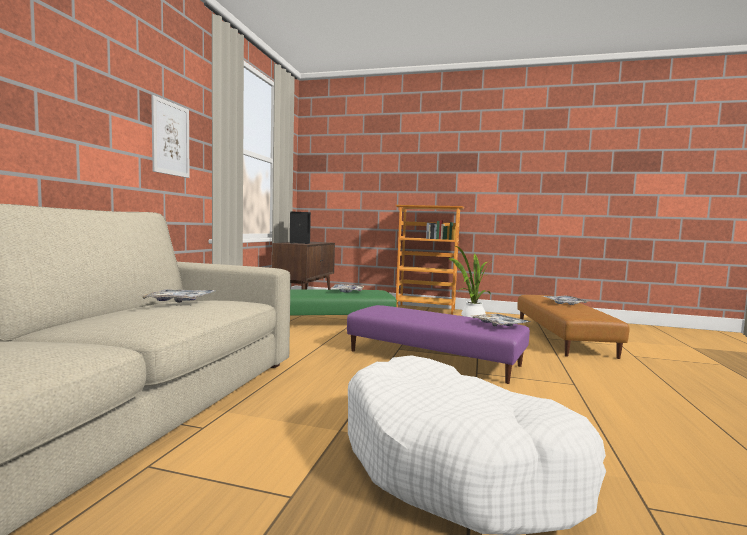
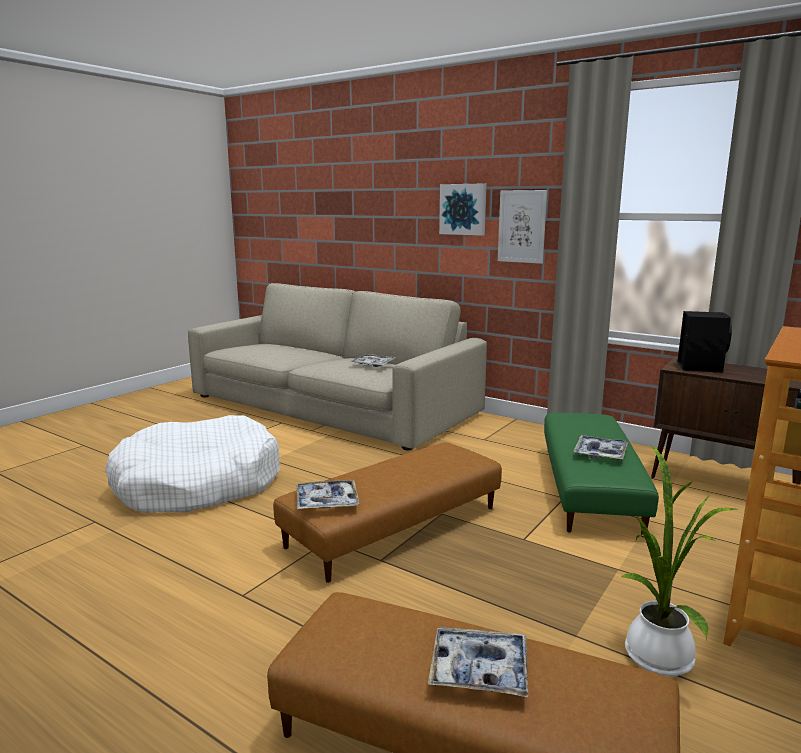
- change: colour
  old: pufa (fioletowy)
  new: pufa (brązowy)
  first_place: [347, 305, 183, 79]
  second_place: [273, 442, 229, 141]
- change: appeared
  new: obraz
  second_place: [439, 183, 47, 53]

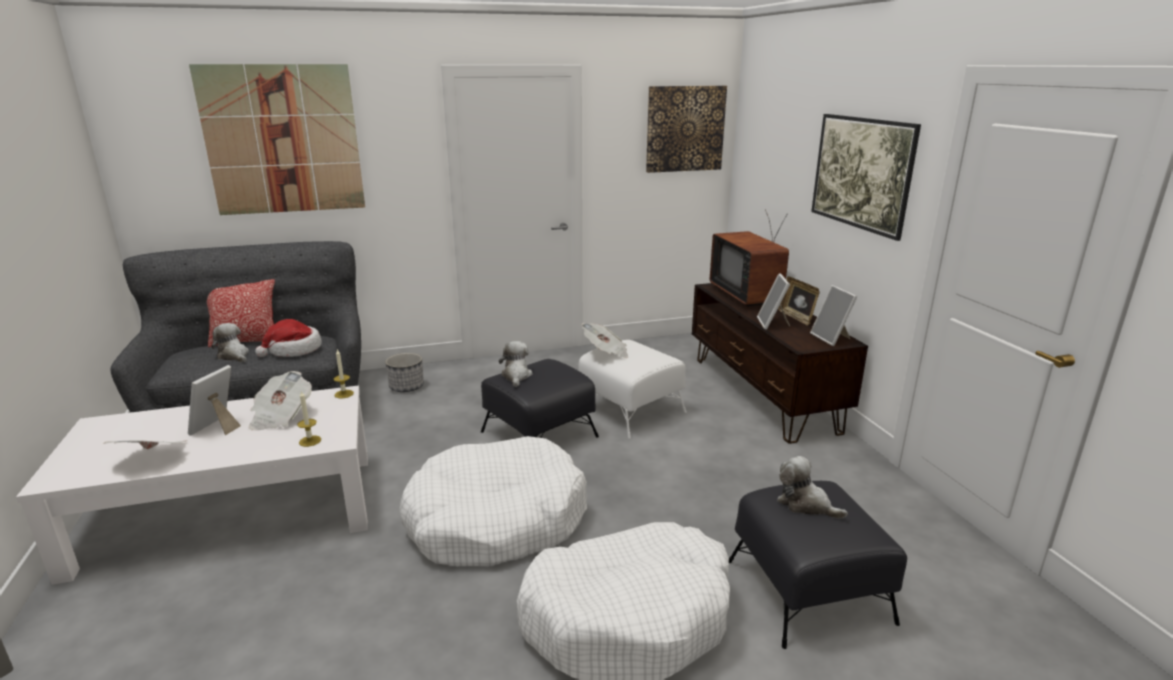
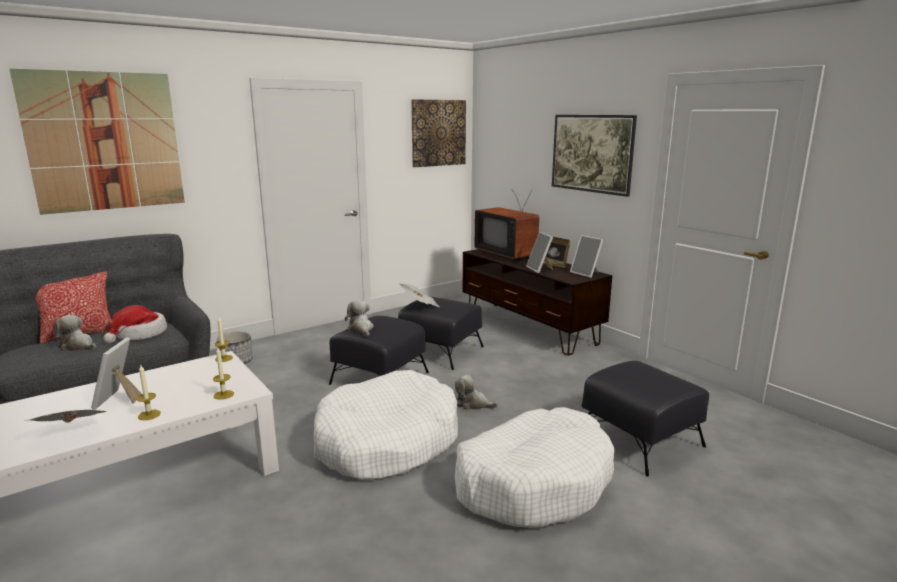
- change: appeared
  new: świeca
  second_place: [136, 365, 25, 55]
- change: colour
  old: pufa (biały)
  new: pufa (czarny)
  first_place: [578, 340, 108, 98]
  second_place: [398, 297, 86, 73]
- change: relocated
  old: pluszak
  first_place: [777, 456, 71, 63]
  second_place: [455, 375, 43, 35]
- change: missing
  old: gazeta
  first_place: [249, 371, 63, 60]

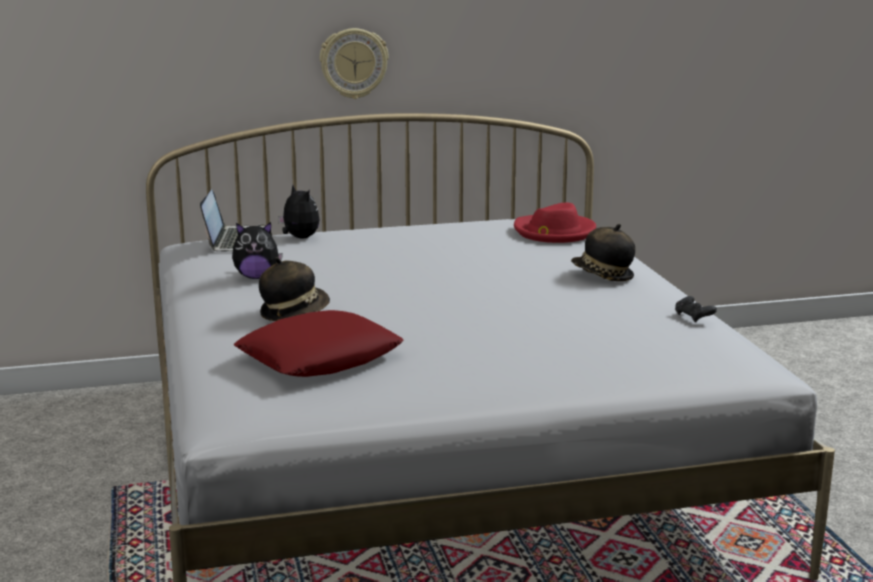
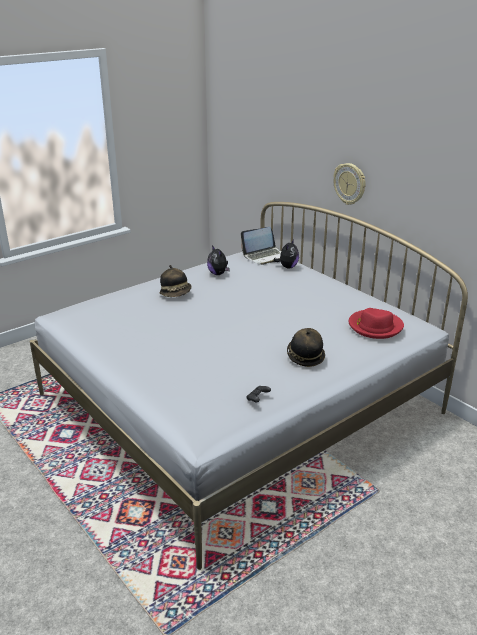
- change: missing
  old: poduszka (czerwony)
  first_place: [234, 310, 170, 67]

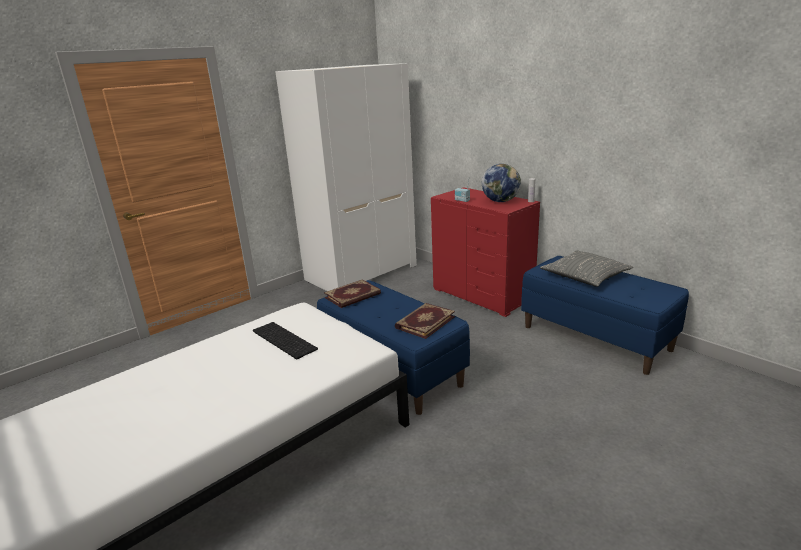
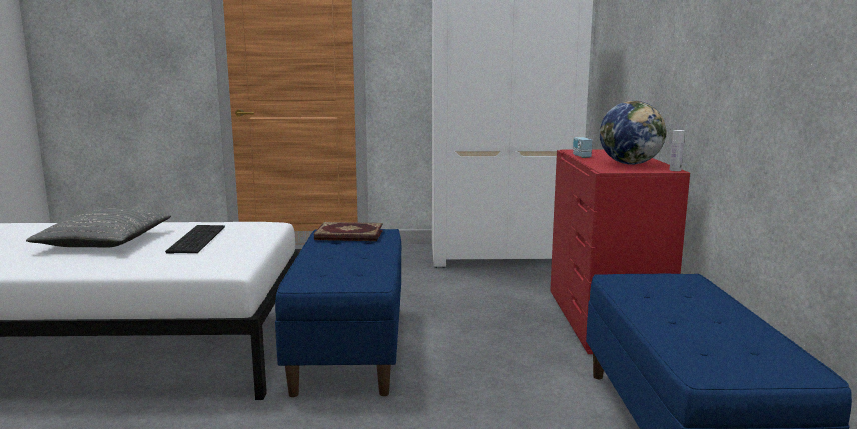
- change: relocated
  old: poduszka (szary)
  first_place: [540, 250, 93, 37]
  second_place: [26, 209, 145, 39]
- change: missing
  old: książka
  first_place: [395, 303, 60, 36]

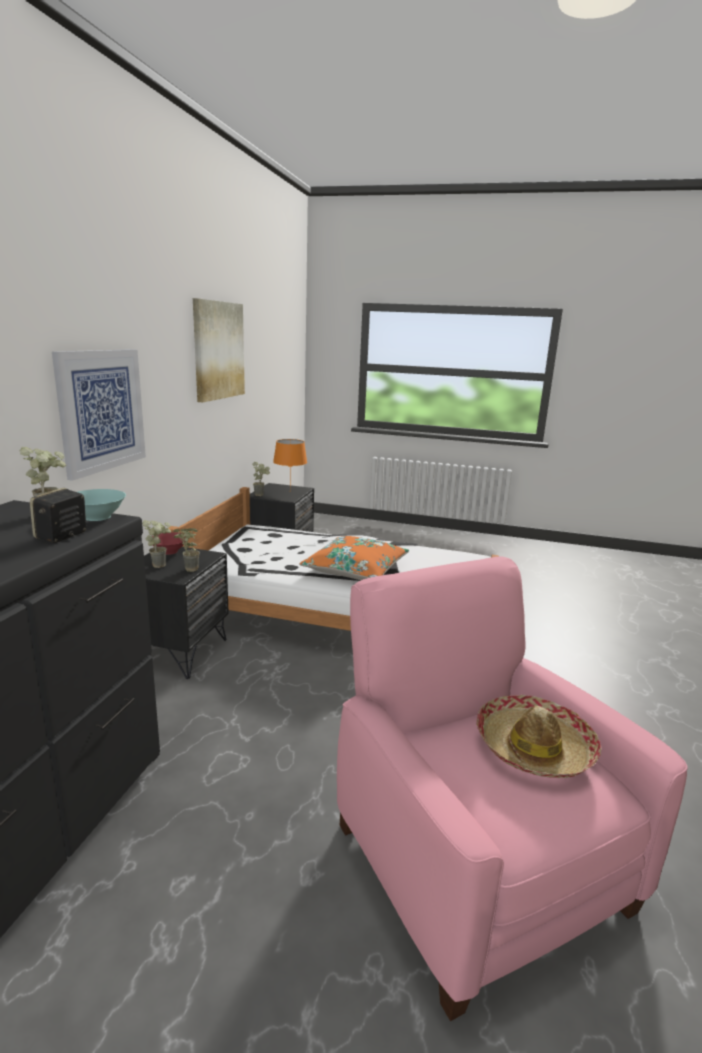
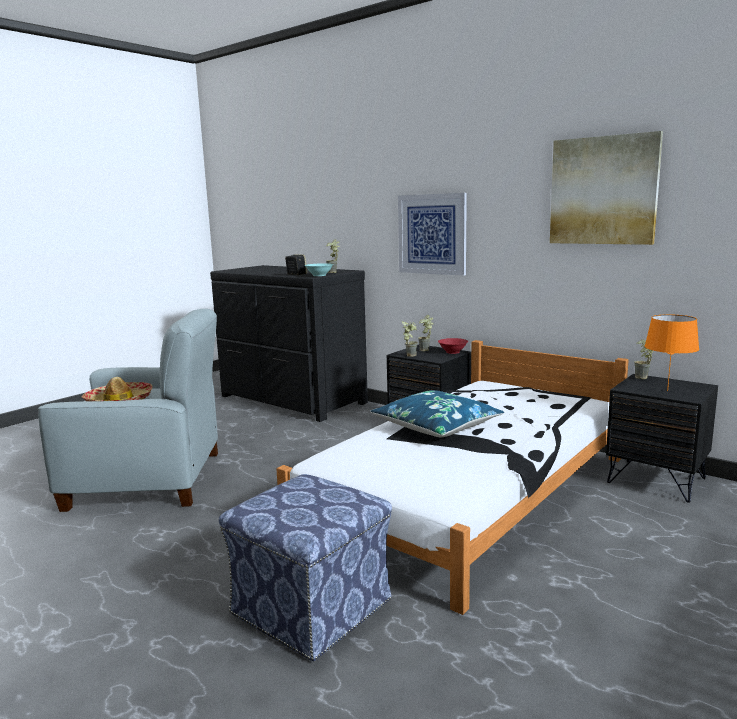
- change: colour
  old: fotel (różowy)
  new: fotel (szary)
  first_place: [337, 557, 351, 464]
  second_place: [38, 309, 180, 203]
- change: appeared
  new: pufa
  second_place: [219, 474, 173, 187]
- change: colour
  old: poduszka (pomarańczowy)
  new: poduszka (niebieski)
  first_place: [299, 536, 110, 44]
  second_place: [370, 390, 134, 47]

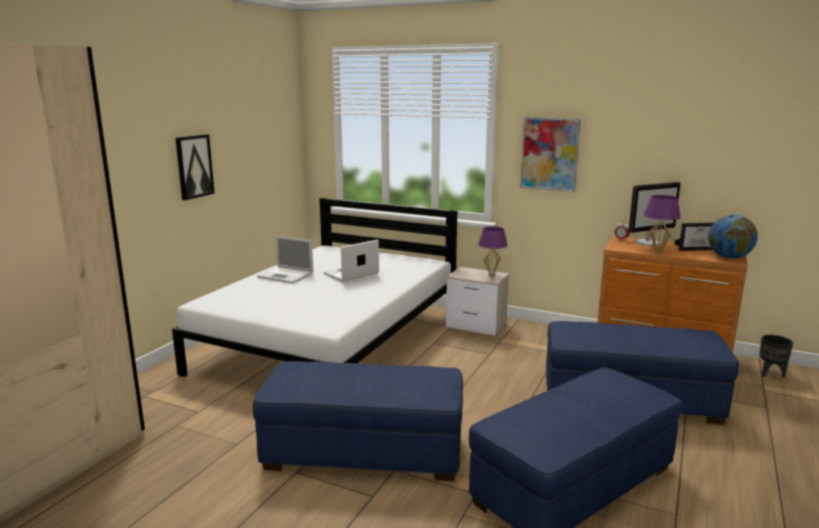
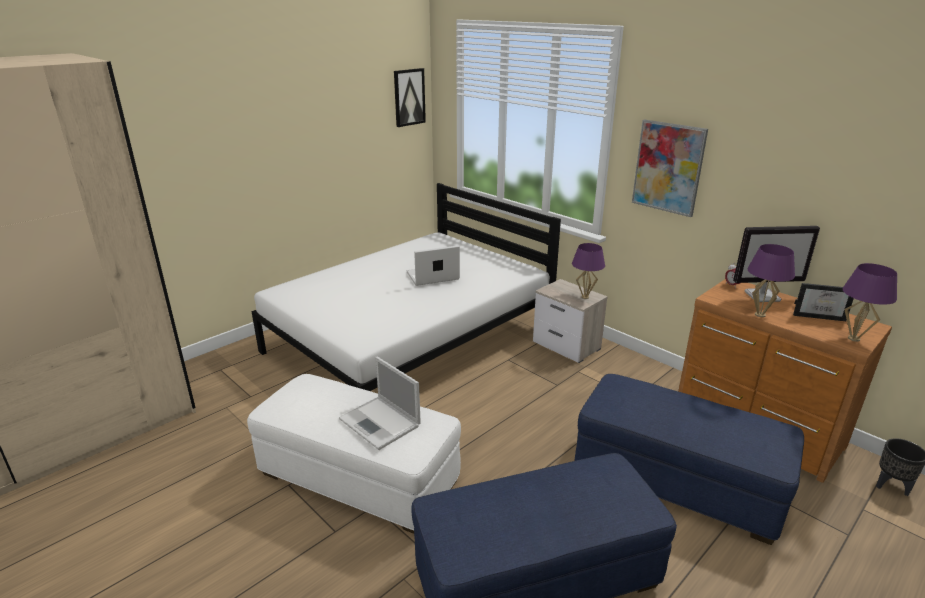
- change: colour
  old: pufa (niebieski)
  new: pufa (biały)
  first_place: [253, 361, 210, 120]
  second_place: [247, 374, 214, 160]
- change: relocated
  old: laptop
  first_place: [257, 236, 56, 47]
  second_place: [339, 357, 82, 93]
- change: relocated
  old: obraz
  first_place: [175, 134, 40, 66]
  second_place: [394, 68, 32, 59]
- change: exchanged
  old: globus
  new: lampa stołowa (fioletowy)
  first_place: [708, 215, 50, 44]
  second_place: [843, 263, 54, 79]

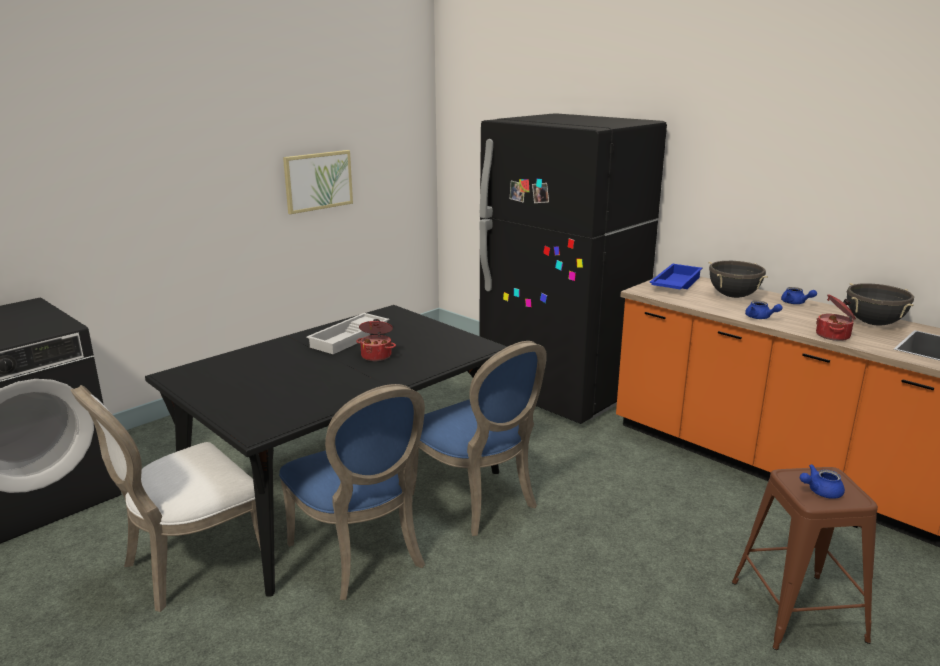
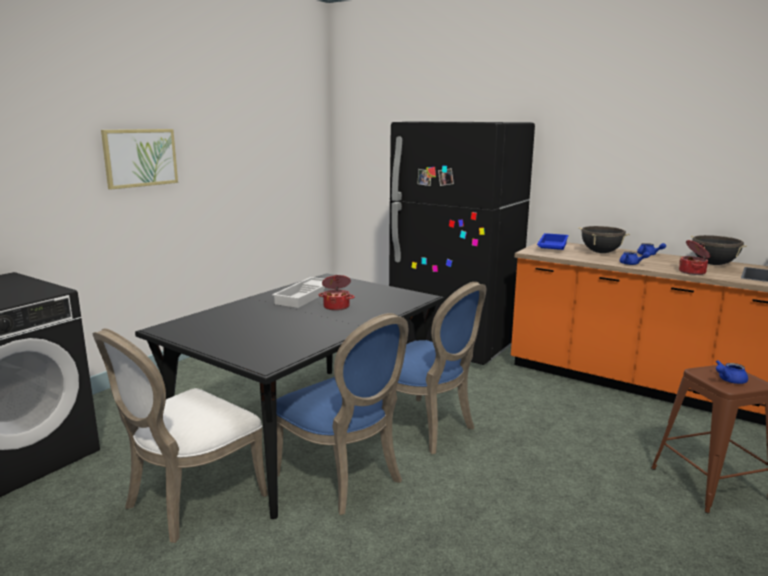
- change: relocated
  old: obraz
  first_place: [283, 150, 70, 64]
  second_place: [101, 129, 77, 61]

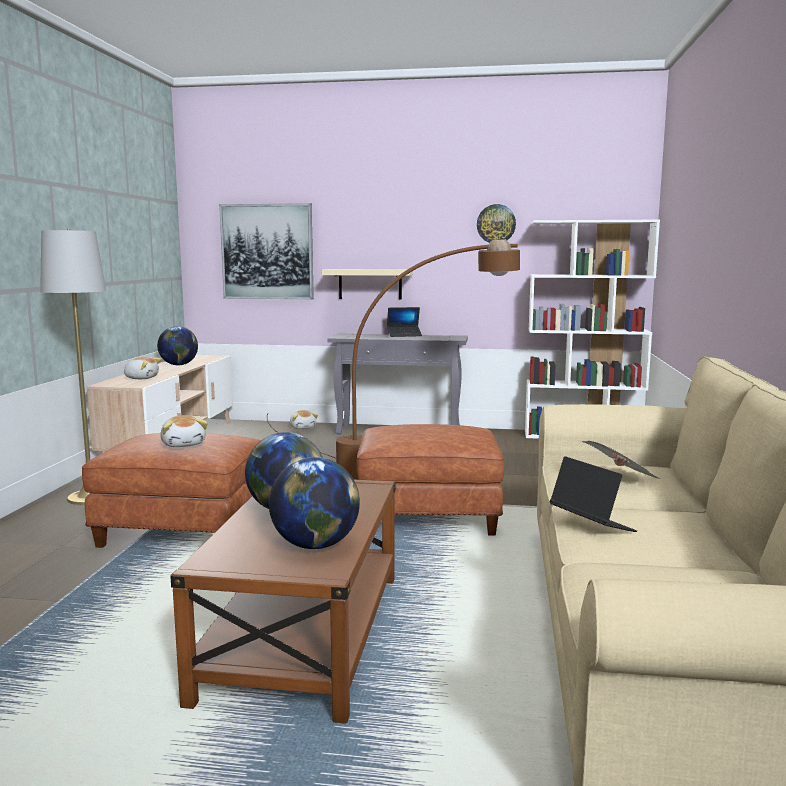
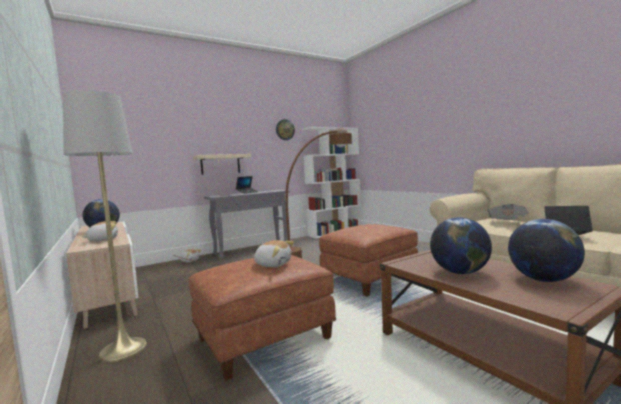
- change: missing
  old: obraz
  first_place: [219, 203, 95, 96]

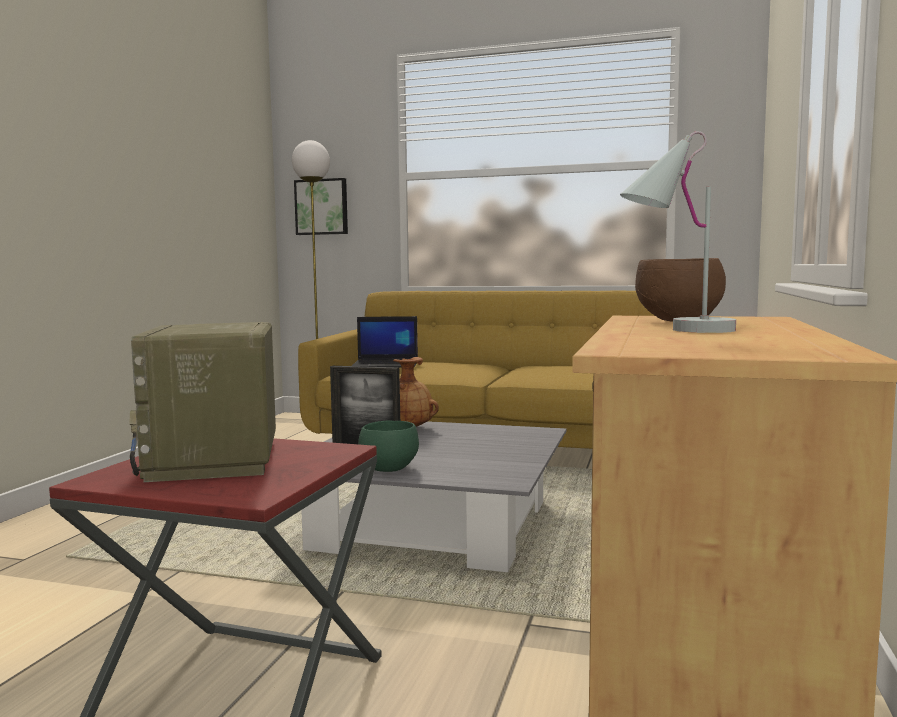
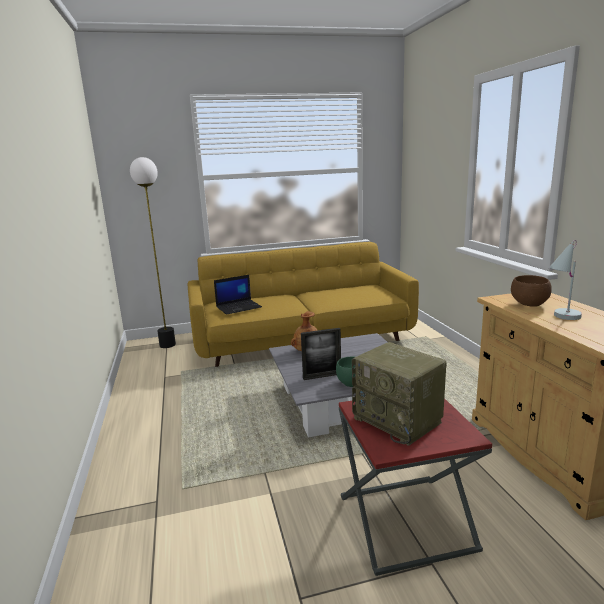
- change: missing
  old: obraz
  first_place: [294, 178, 54, 57]

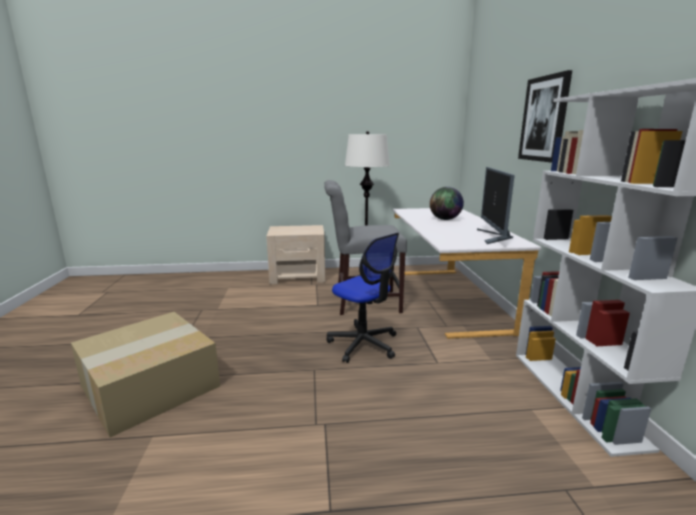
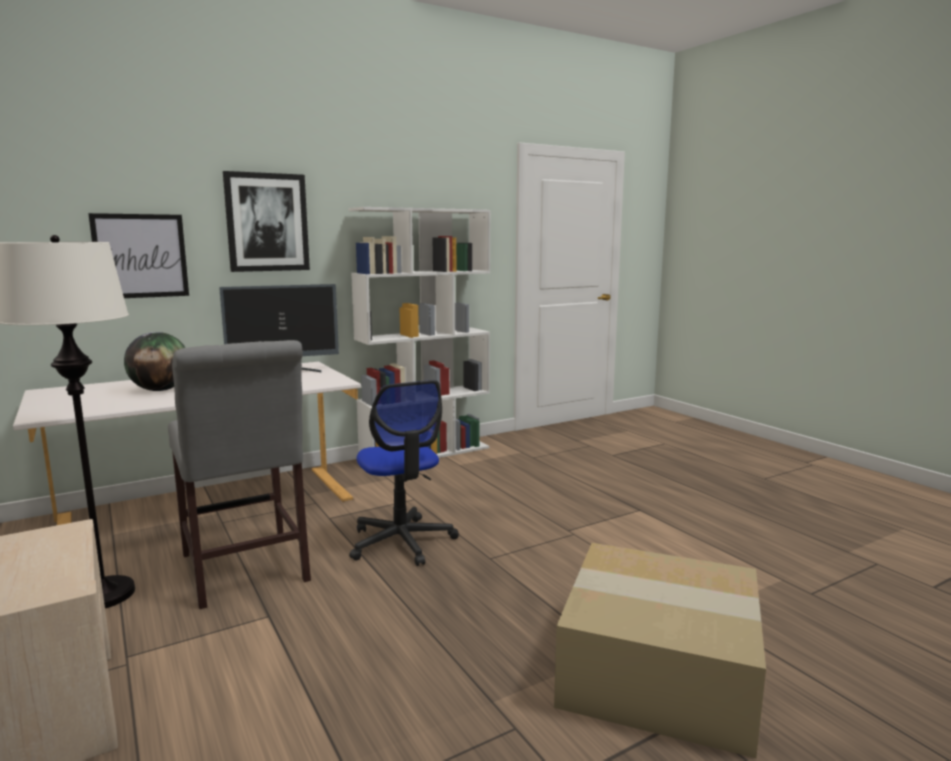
- change: appeared
  new: obraz
  second_place: [88, 213, 101, 85]
- change: spun
  old: krzesło biurowe
  first_place: [326, 233, 73, 130]
  second_place: [349, 380, 110, 186]
  degrees: 135

